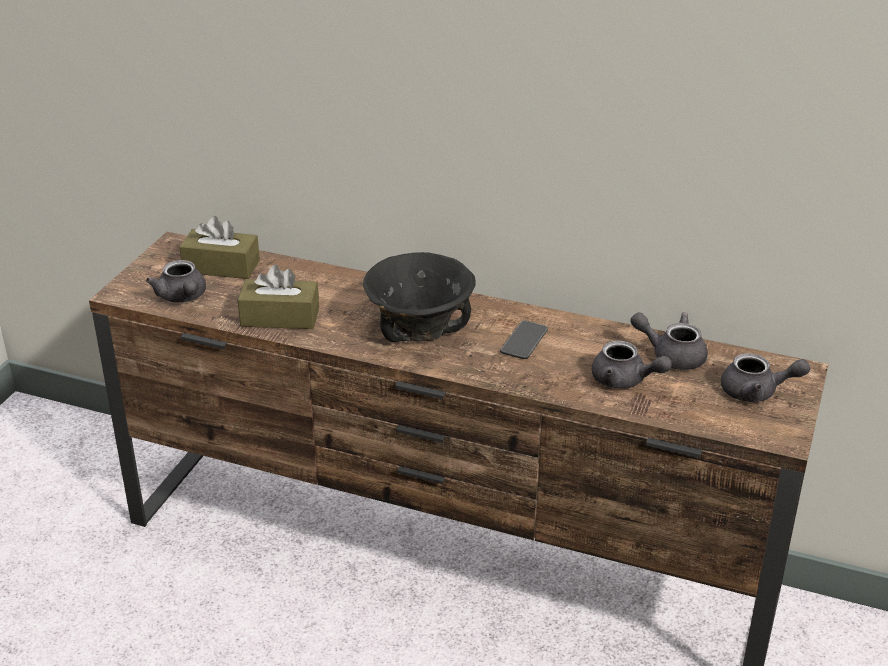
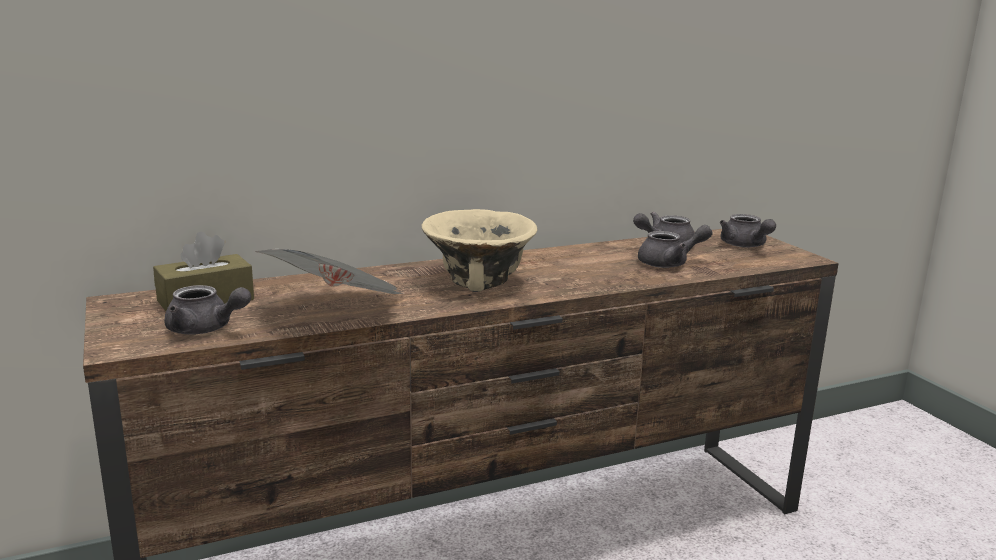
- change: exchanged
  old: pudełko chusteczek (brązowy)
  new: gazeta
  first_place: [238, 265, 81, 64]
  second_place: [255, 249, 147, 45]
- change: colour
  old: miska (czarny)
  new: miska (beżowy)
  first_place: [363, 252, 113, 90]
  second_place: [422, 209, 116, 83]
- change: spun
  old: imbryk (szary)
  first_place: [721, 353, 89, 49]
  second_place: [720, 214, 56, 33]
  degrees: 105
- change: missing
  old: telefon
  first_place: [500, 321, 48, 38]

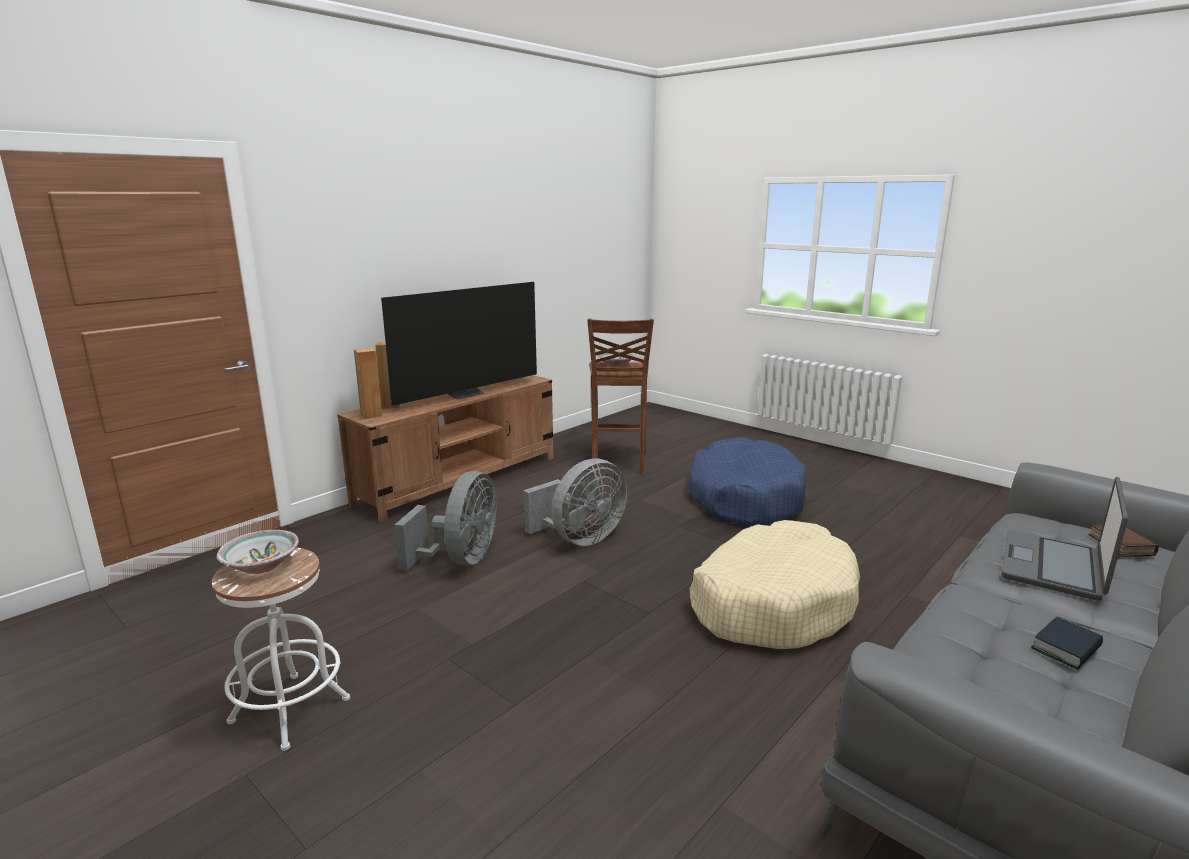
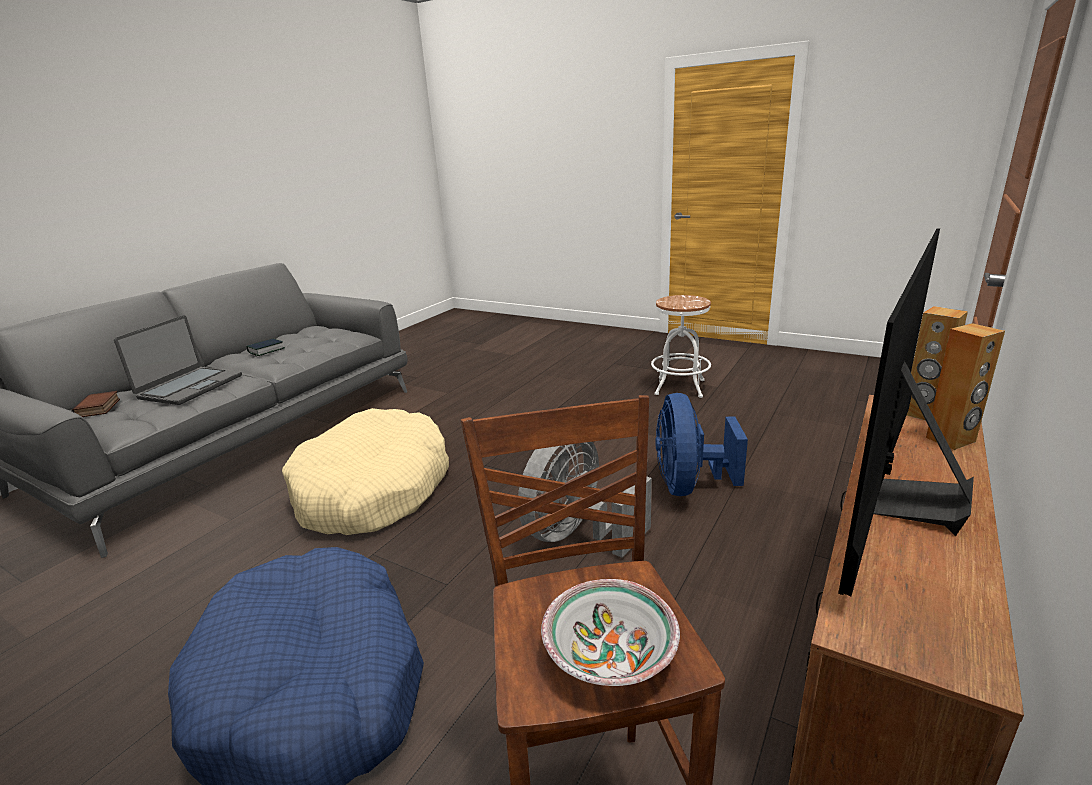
- change: colour
  old: wentylator (szary)
  new: wentylator (niebieski)
  first_place: [395, 471, 101, 100]
  second_place: [655, 393, 93, 103]
- change: missing
  old: miska
  first_place: [217, 530, 82, 44]

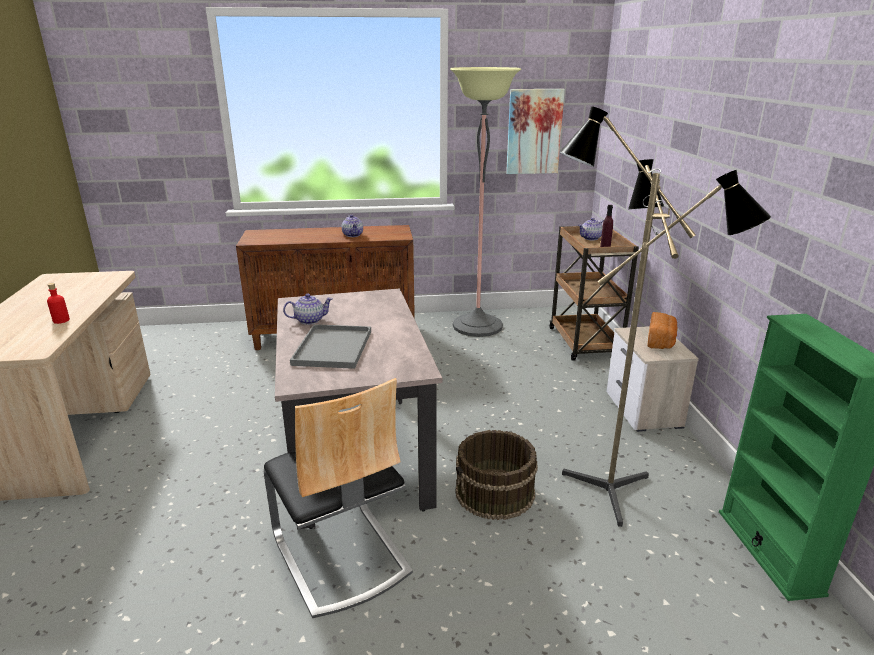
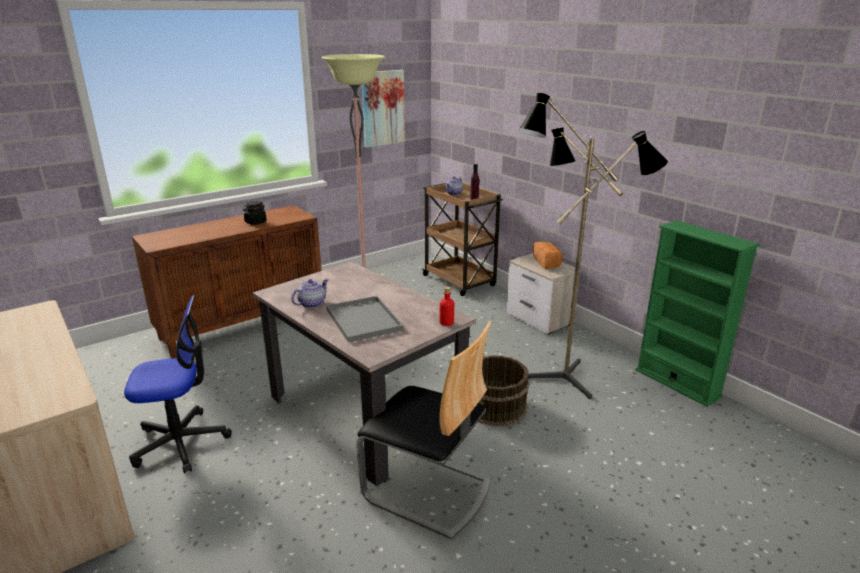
- change: appeared
  new: krzesło biurowe
  second_place: [124, 295, 108, 178]
- change: exchanged
  old: imbryk
  new: słoik (czarny)
  first_place: [342, 215, 21, 22]
  second_place: [243, 201, 24, 24]
- change: relocated
  old: butelka (czerwony)
  first_place: [47, 283, 23, 41]
  second_place: [440, 287, 14, 39]

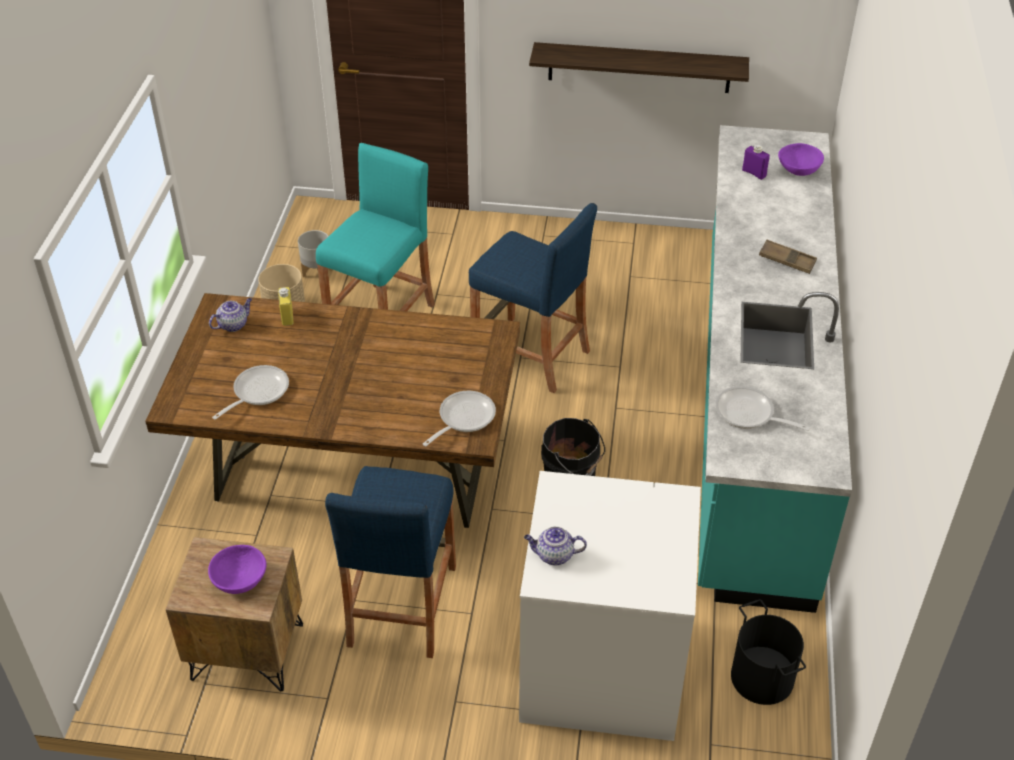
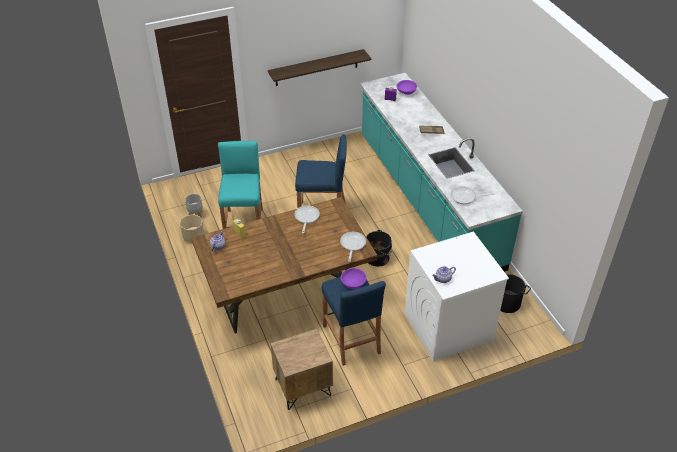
- change: relocated
  old: patelnia
  first_place: [212, 365, 77, 55]
  second_place: [294, 205, 26, 29]
- change: relocated
  old: miska (fioletowy)
  first_place: [208, 545, 58, 49]
  second_place: [341, 268, 26, 21]

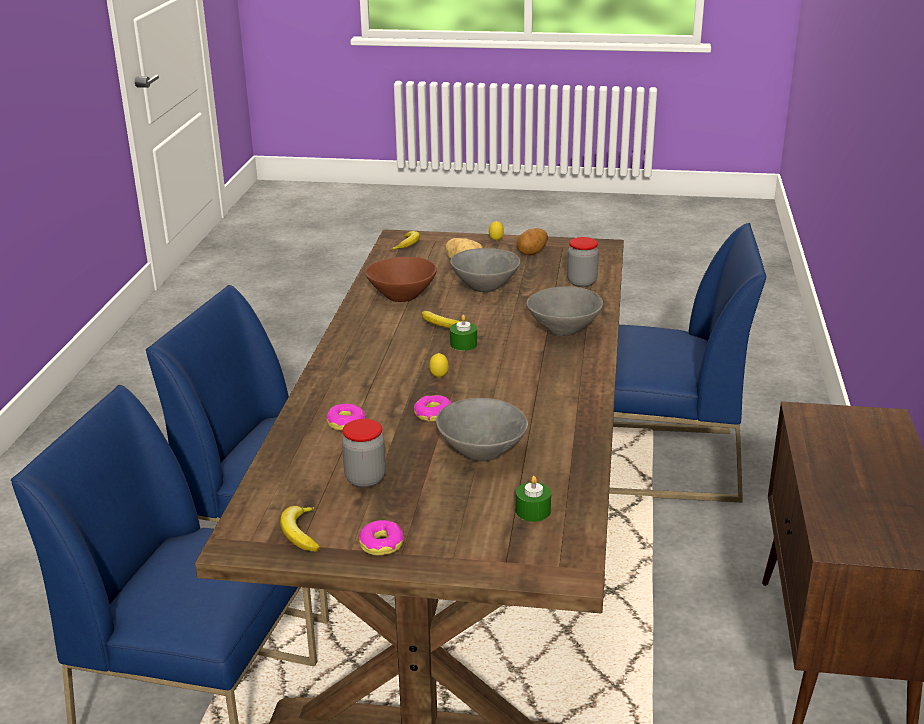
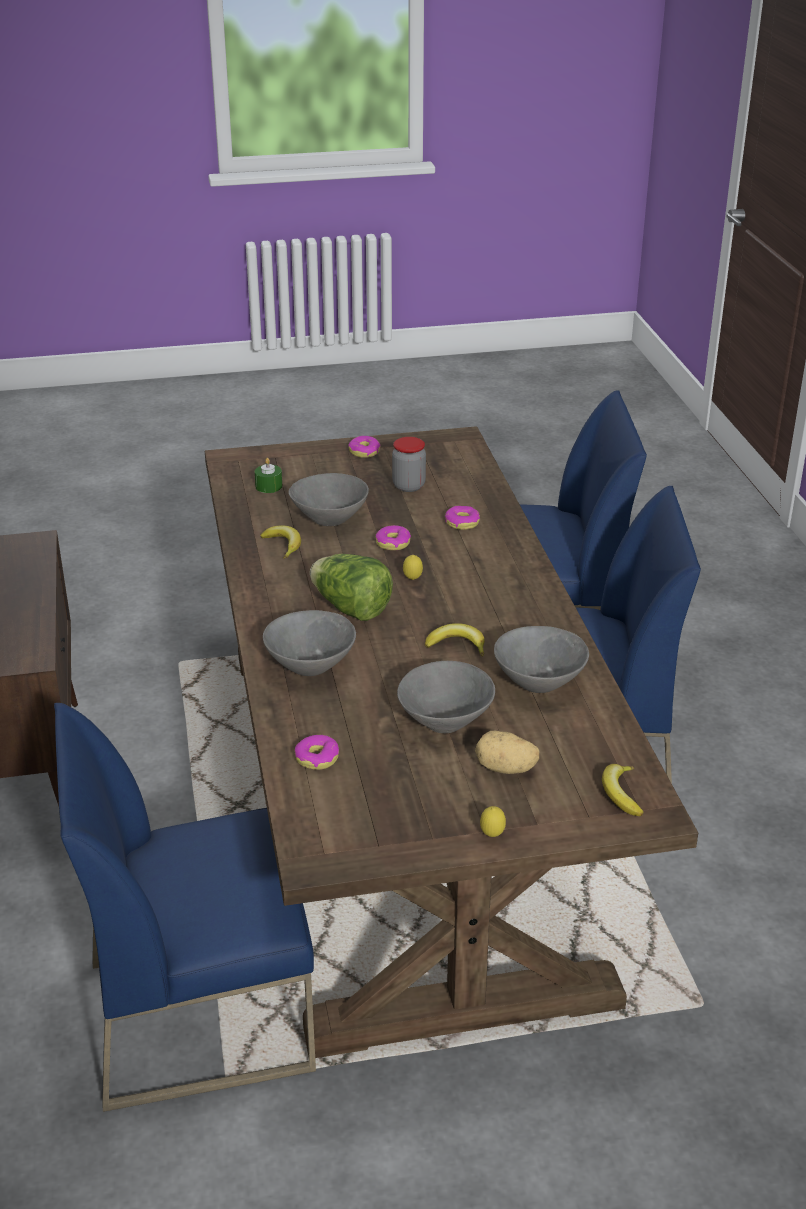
- change: relocated
  old: banan
  first_place: [280, 506, 40, 46]
  second_place: [261, 525, 40, 34]
- change: exchanged
  old: słoik
  new: donut
  first_place: [567, 237, 32, 50]
  second_place: [295, 735, 44, 35]
- change: appeared
  new: sałata
  second_place: [310, 554, 83, 67]
- change: colour
  old: miska (brązowy)
  new: miska (szary)
  first_place: [365, 257, 72, 45]
  second_place: [494, 626, 95, 67]
- change: missing
  old: świeca (zielony)
  first_place: [450, 315, 27, 36]
- change: missing
  old: ziemniak
  first_place: [517, 228, 31, 27]

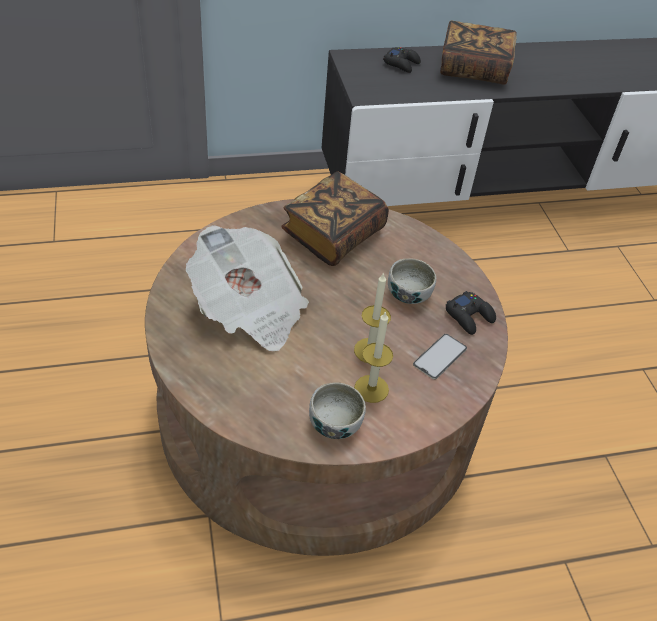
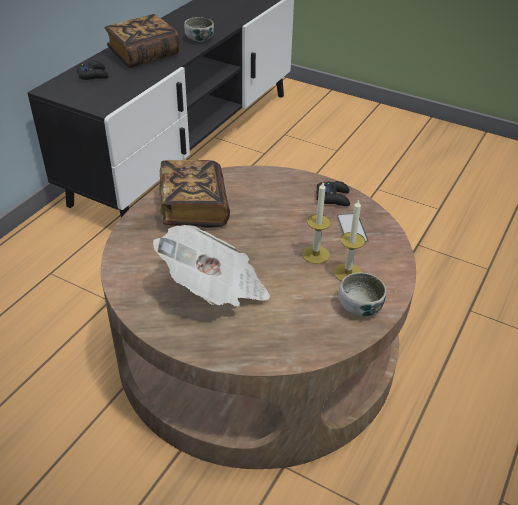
- change: relocated
  old: miska
  first_place: [388, 258, 48, 46]
  second_place: [184, 17, 30, 25]

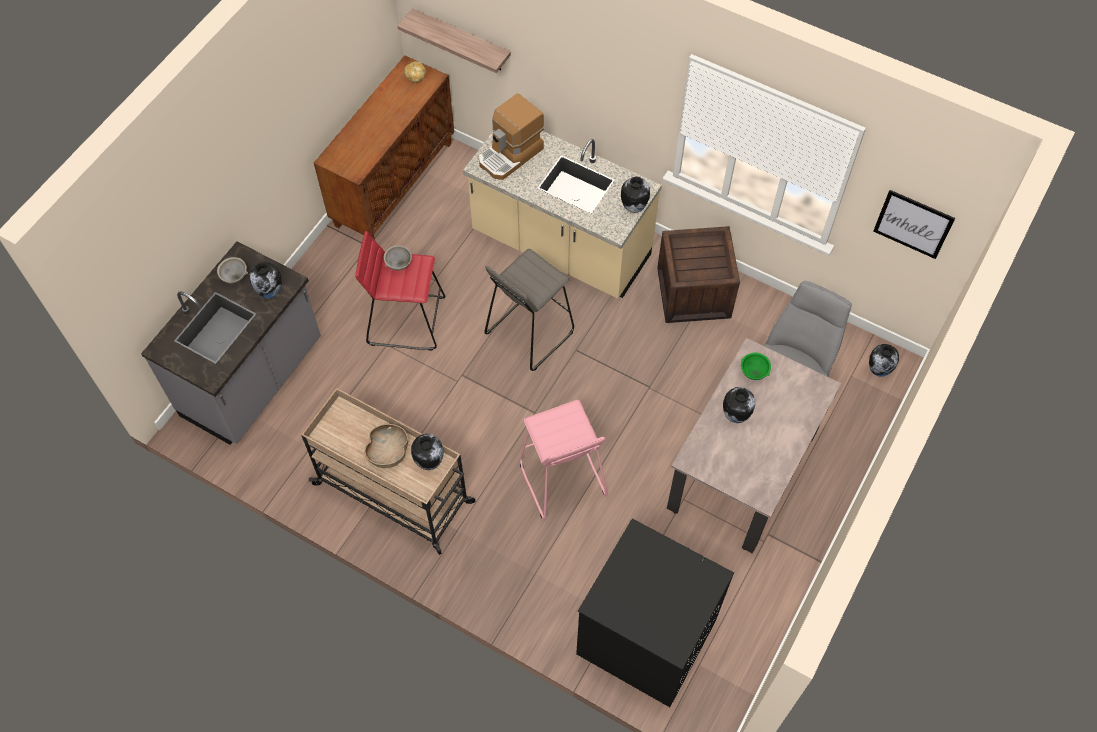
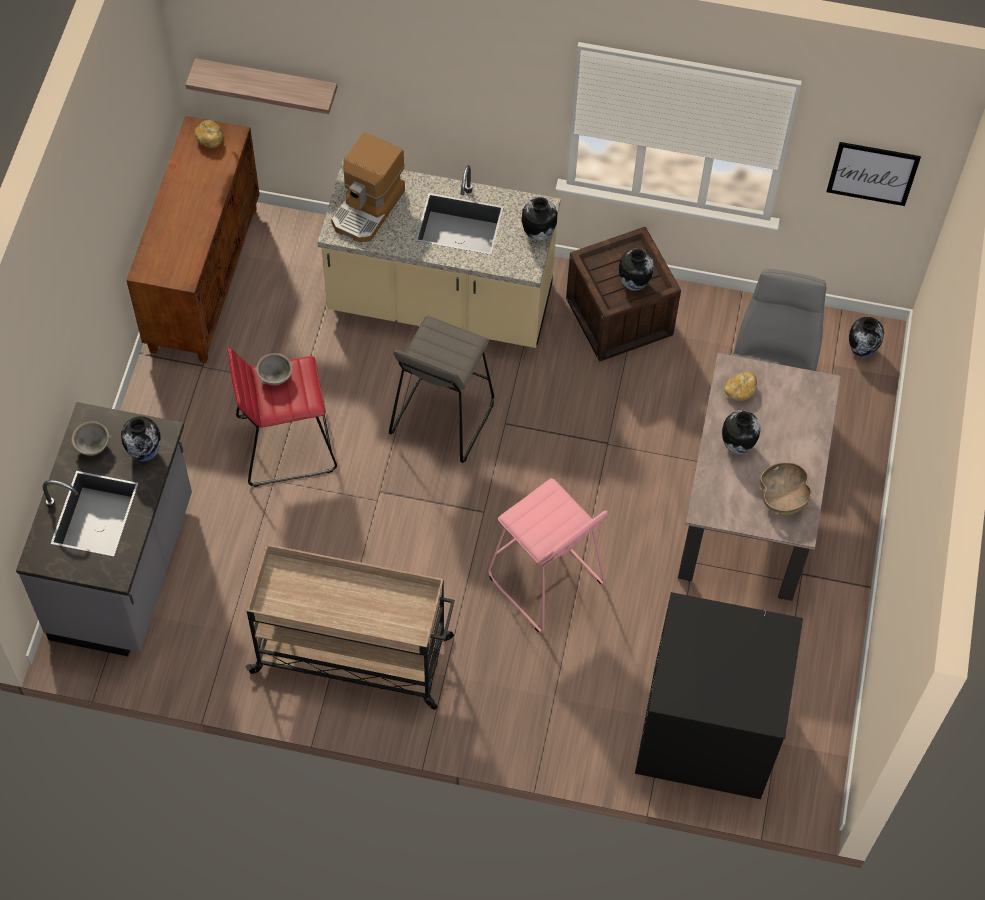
- change: relocated
  old: wazon
  first_place: [411, 434, 32, 36]
  second_place: [619, 249, 35, 42]
- change: exchanged
  old: miska (zielony)
  new: chleb
  first_place: [741, 353, 30, 27]
  second_place: [724, 372, 33, 29]
- change: relocated
  old: miska (brązowy)
  first_place: [364, 424, 44, 44]
  second_place: [760, 462, 52, 53]

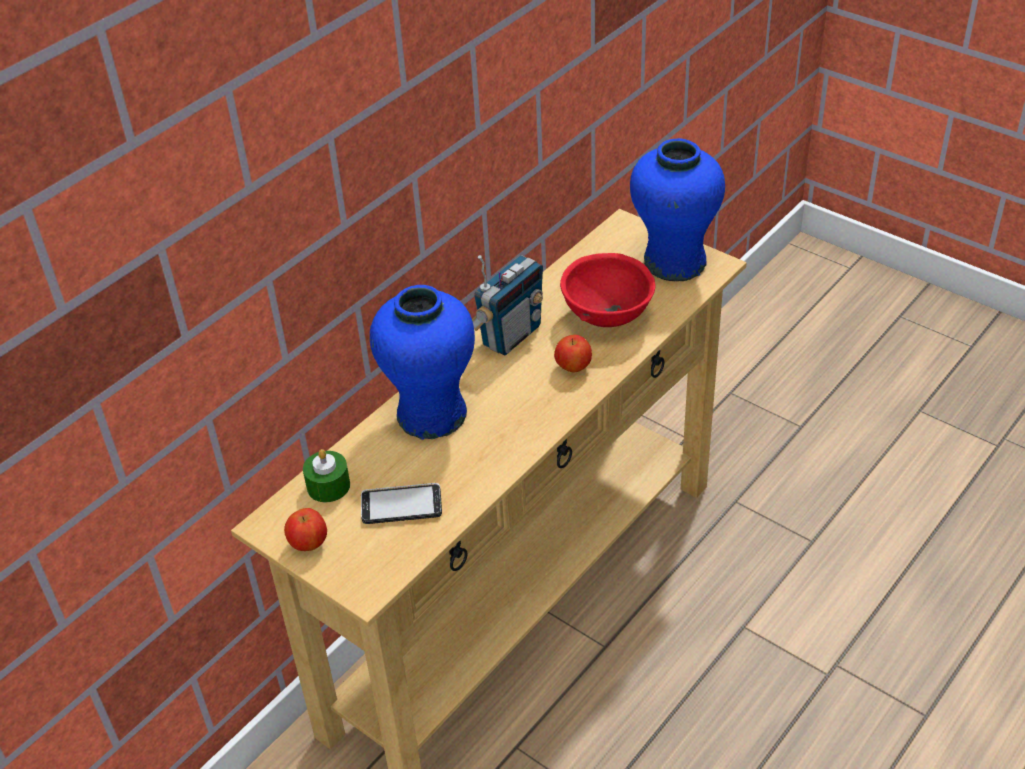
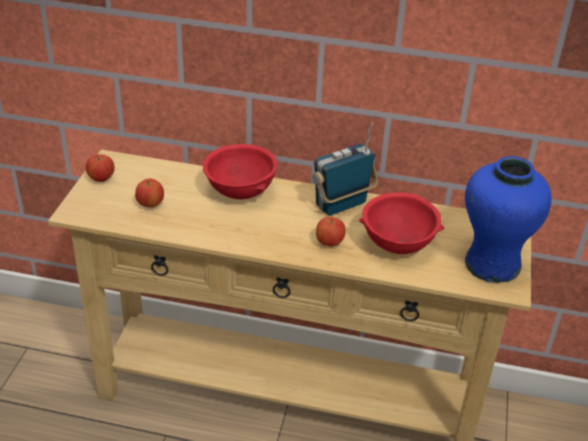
- change: exchanged
  old: telefon
  new: jabłko
  first_place: [361, 483, 81, 41]
  second_place: [135, 179, 29, 28]
- change: exchanged
  old: wazon (niebieski)
  new: miska (czerwony)
  first_place: [370, 285, 105, 155]
  second_place: [203, 144, 74, 55]
- change: spun
  old: radio
  first_place: [472, 255, 71, 101]
  second_place: [312, 123, 66, 93]
  degrees: 135
- change: missing
  old: świeca (zielony)
  first_place: [303, 449, 47, 53]

